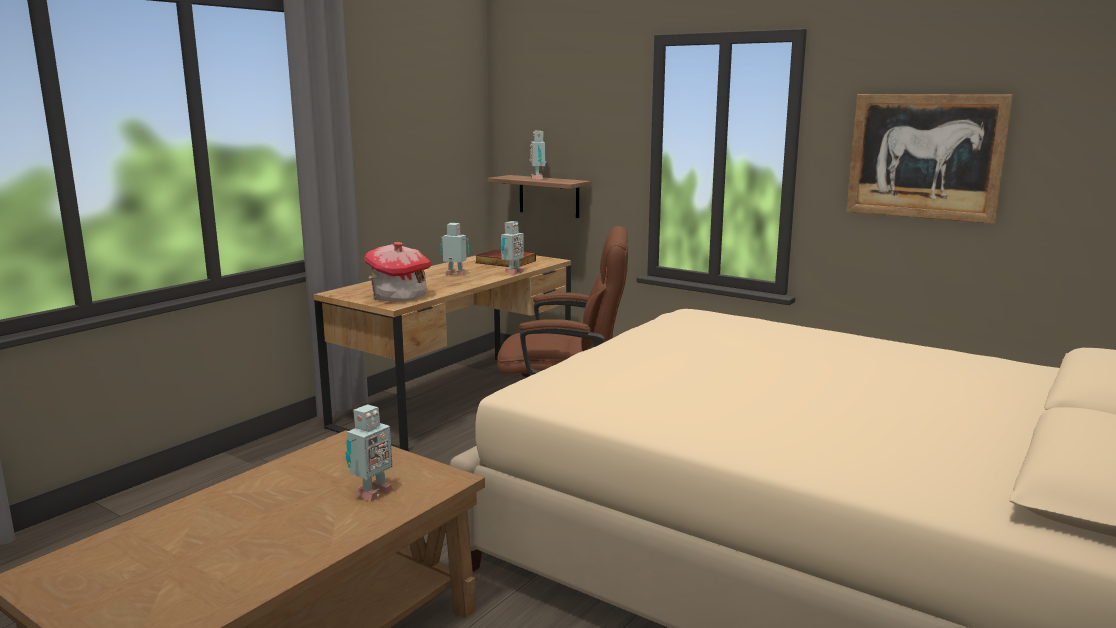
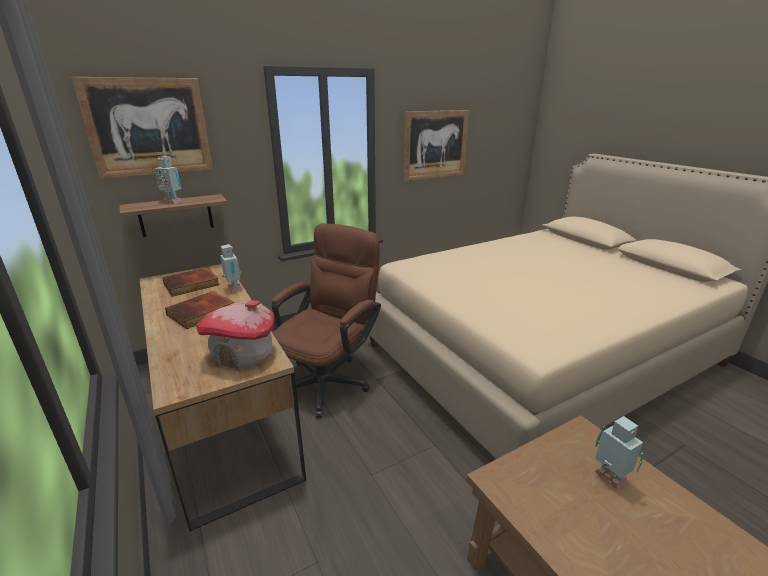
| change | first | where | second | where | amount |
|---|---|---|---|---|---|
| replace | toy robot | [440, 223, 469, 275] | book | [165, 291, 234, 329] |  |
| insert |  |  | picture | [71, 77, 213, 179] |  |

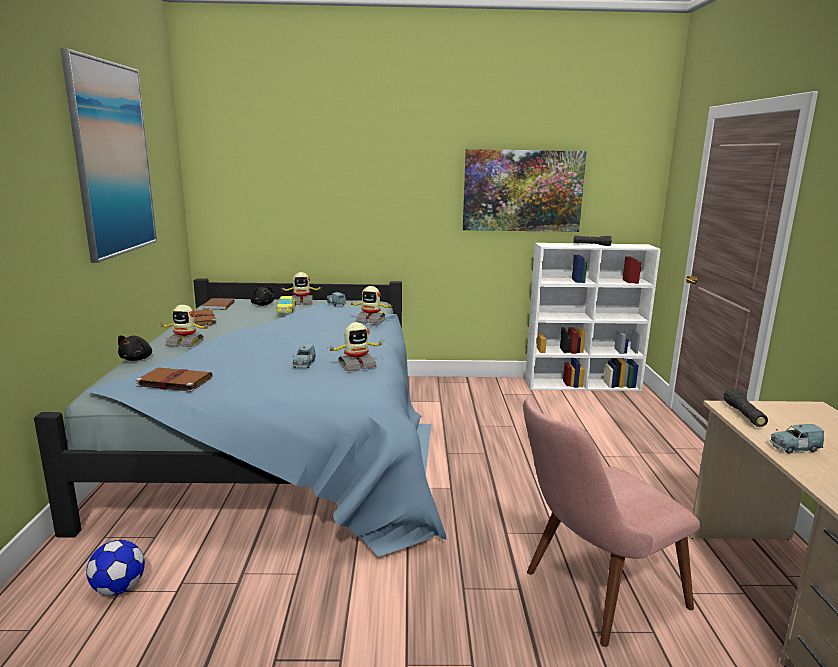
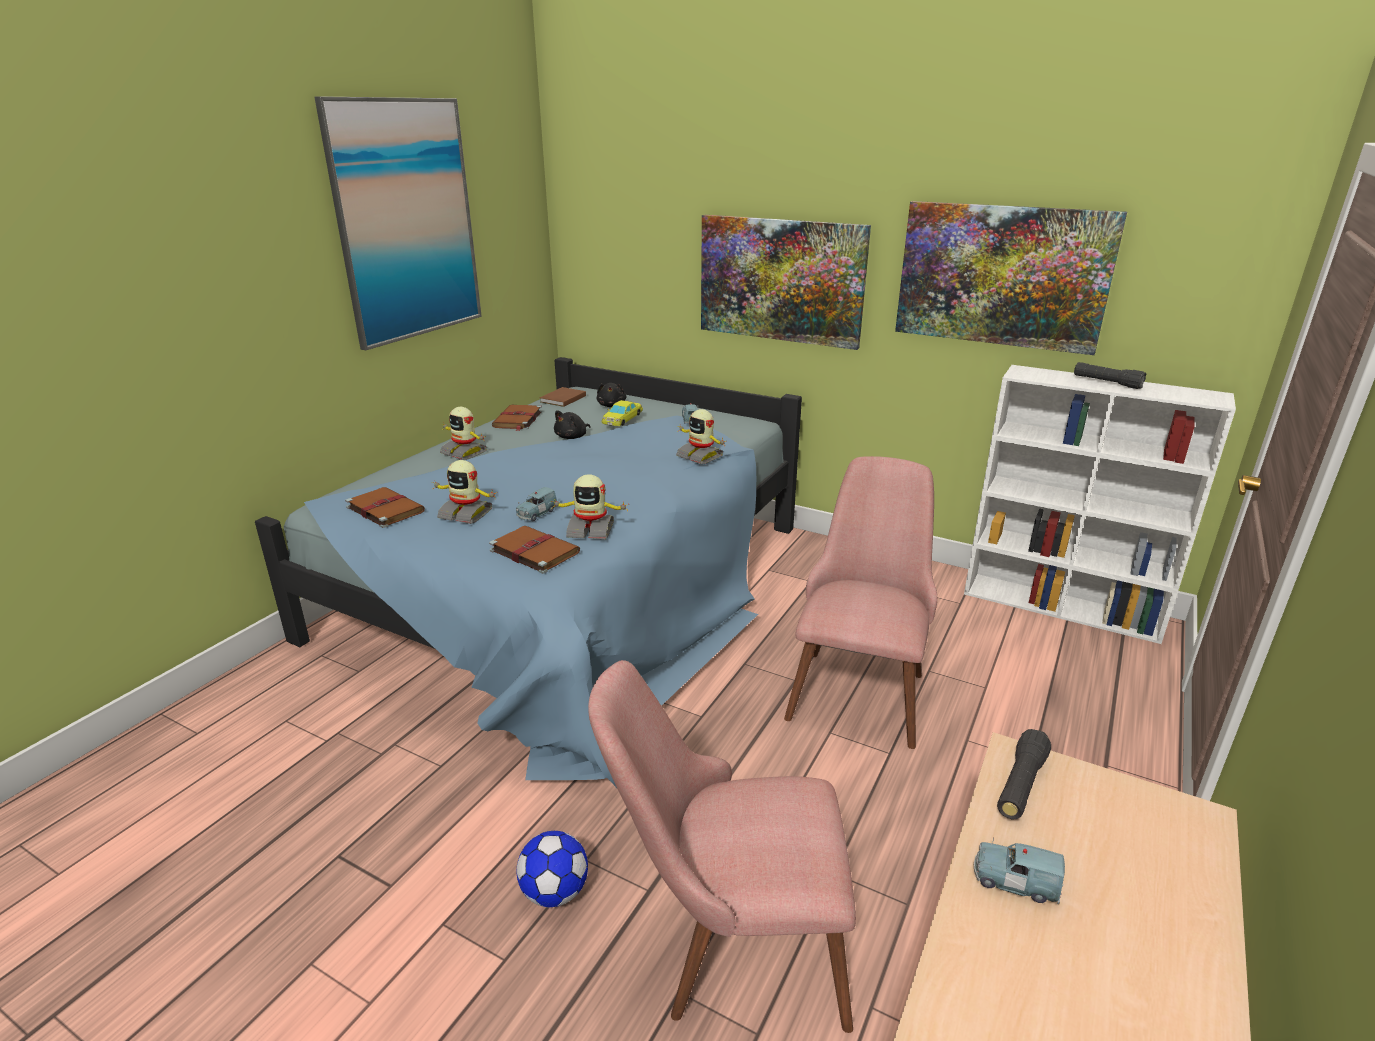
| change | first | where | second | where | amount |
|---|---|---|---|---|---|
| move | toy robot | [280, 272, 322, 305] |  | [433, 460, 498, 524] |  |
| move | black plush toy | [118, 335, 152, 361] |  | [554, 410, 590, 439] |  |
| move | football | [86, 540, 145, 596] |  | [517, 831, 588, 907] |  |
| insert |  |  | picture | [701, 215, 871, 350] |  |
| insert |  |  | pink chair | [784, 456, 937, 749] |  |
| insert |  |  | brown book | [489, 526, 580, 574] |  |

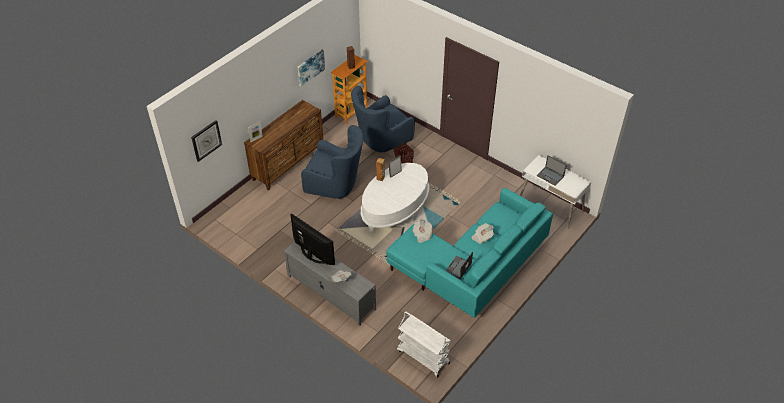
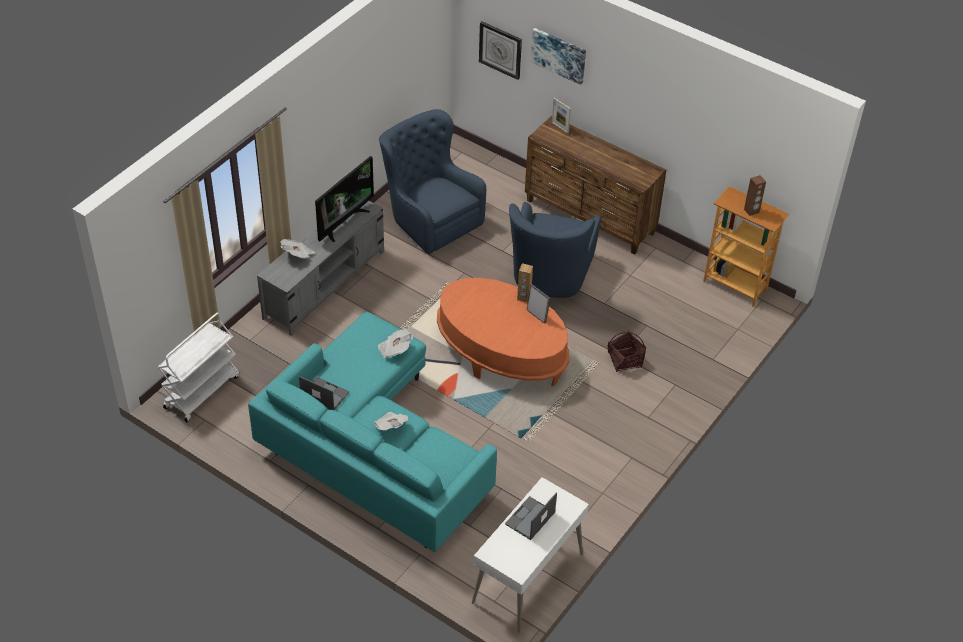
| change | first | where | second | where | amount |
|---|---|---|---|---|---|
| move | picture | [297, 50, 325, 86] |  | [531, 28, 586, 85] |  |
| move | blue armchair | [351, 86, 415, 153] |  | [379, 109, 486, 254] |  |
| recolor | white coffee table | [361, 163, 429, 233] | orange coffee table | [437, 278, 569, 387] |  |

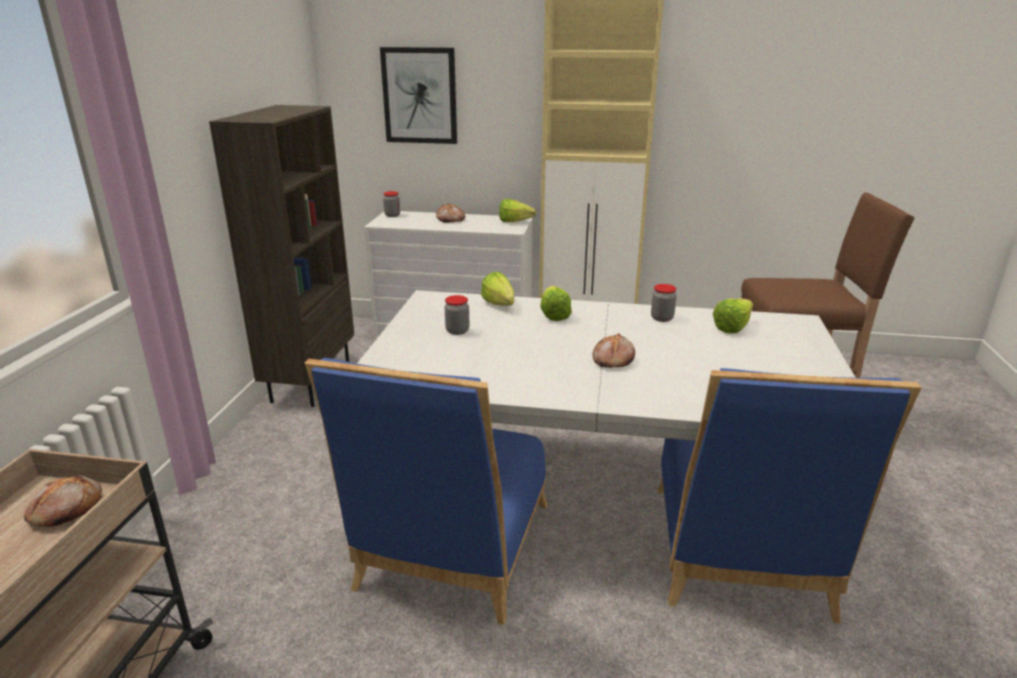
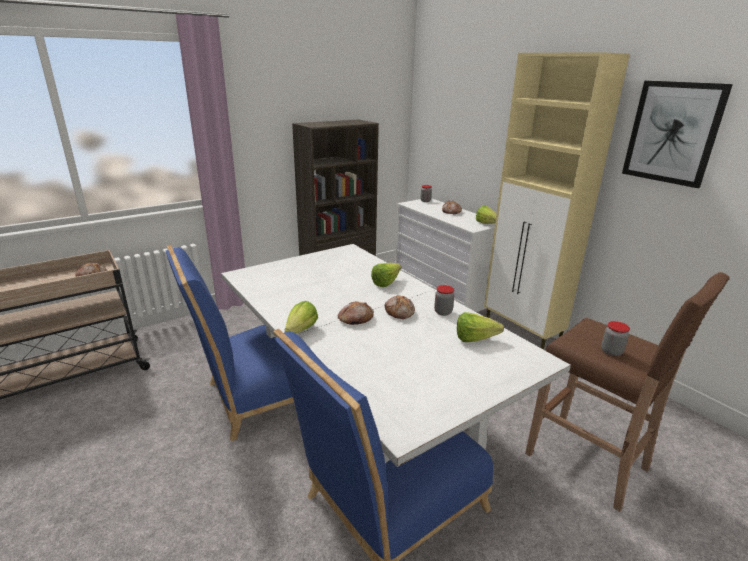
| change | first | where | second | where | amount |
|---|---|---|---|---|---|
| move | picture | [380, 47, 457, 144] |  | [622, 81, 733, 188] |  |
| move | lettuce | [481, 272, 514, 306] |  | [285, 301, 318, 333] |  |
| move | jar | [445, 295, 469, 335] |  | [601, 321, 630, 356] |  |
| insert |  |  | bread | [385, 295, 415, 319] |  |

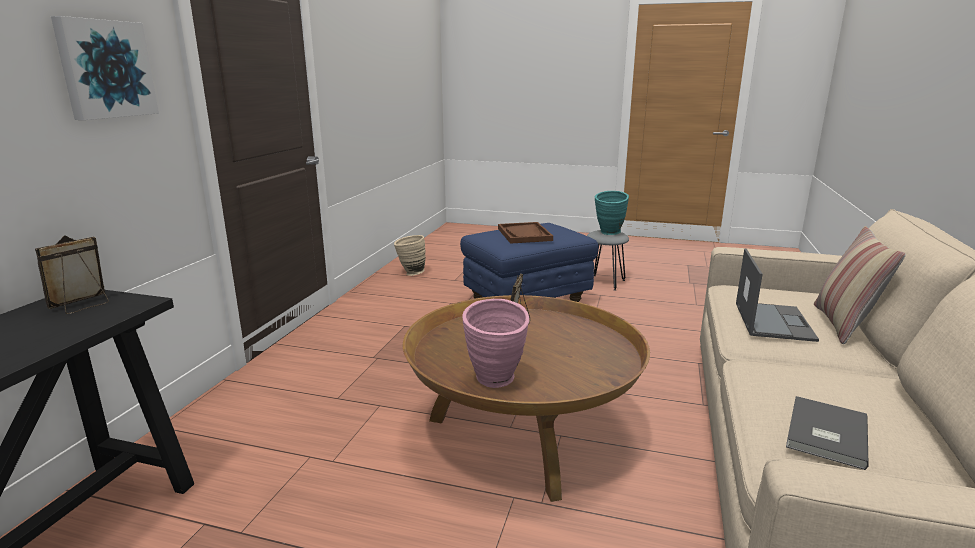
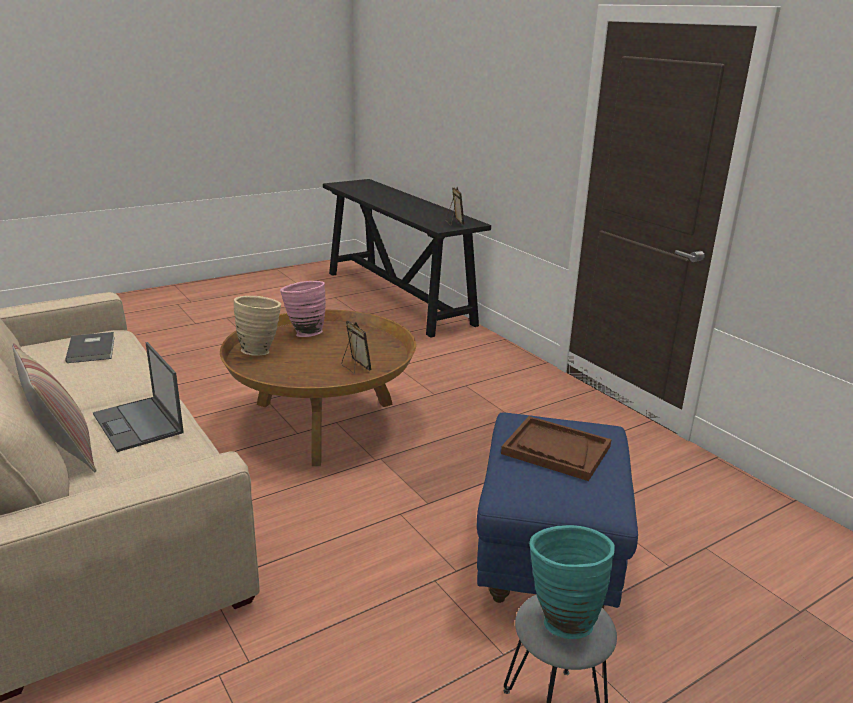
| change | first | where | second | where | amount |
|---|---|---|---|---|---|
| delete | picture | [51, 16, 159, 120] |  |  |  |
| move | beige vase | [394, 235, 426, 276] |  | [234, 296, 281, 356] |  |

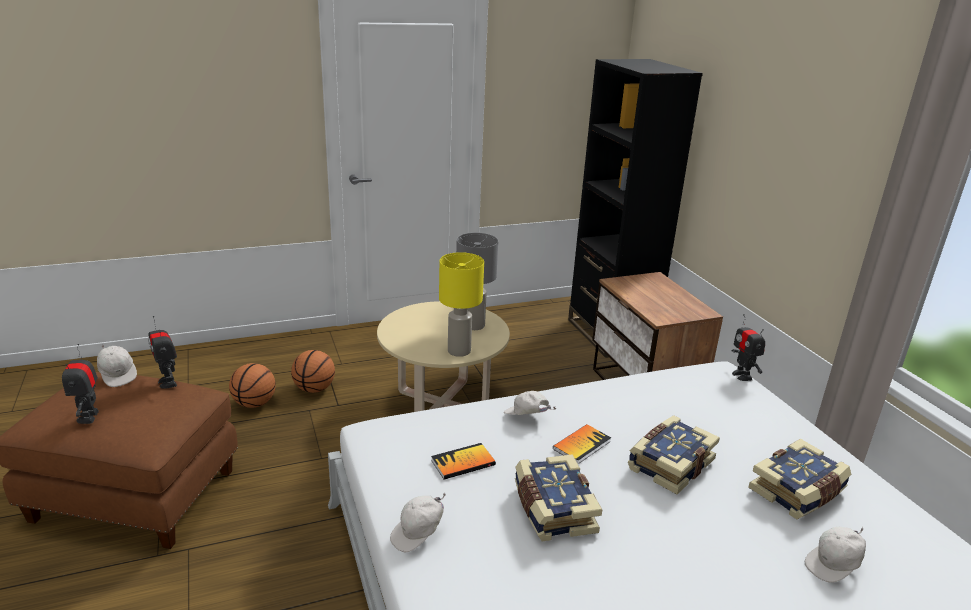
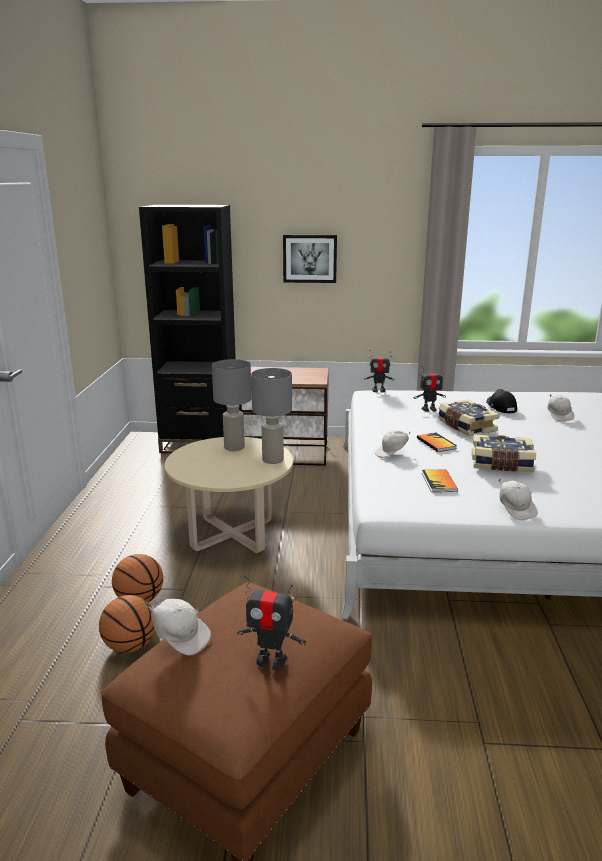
| change | first | where | second | where | amount |
|---|---|---|---|---|---|
| recolor | yellow table lamp | [439, 252, 484, 357] | grey table lamp | [251, 368, 292, 464] |  |
| move | toy robot | [148, 316, 177, 389] |  | [414, 366, 446, 412] |  |
| rotate | white cap | [97, 344, 137, 387] |  | [144, 599, 211, 655] | 45 degrees clockwise |
| replace | book | [748, 439, 851, 519] | black cap | [486, 389, 517, 413] |  |
| insert |  |  | picture | [283, 235, 337, 283] |  |

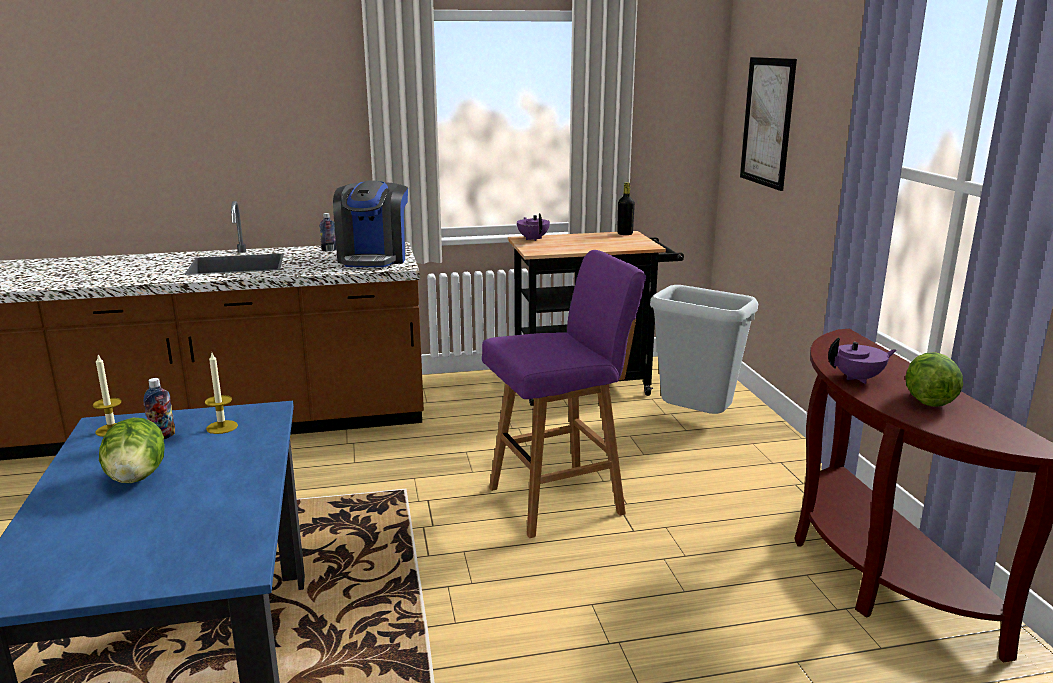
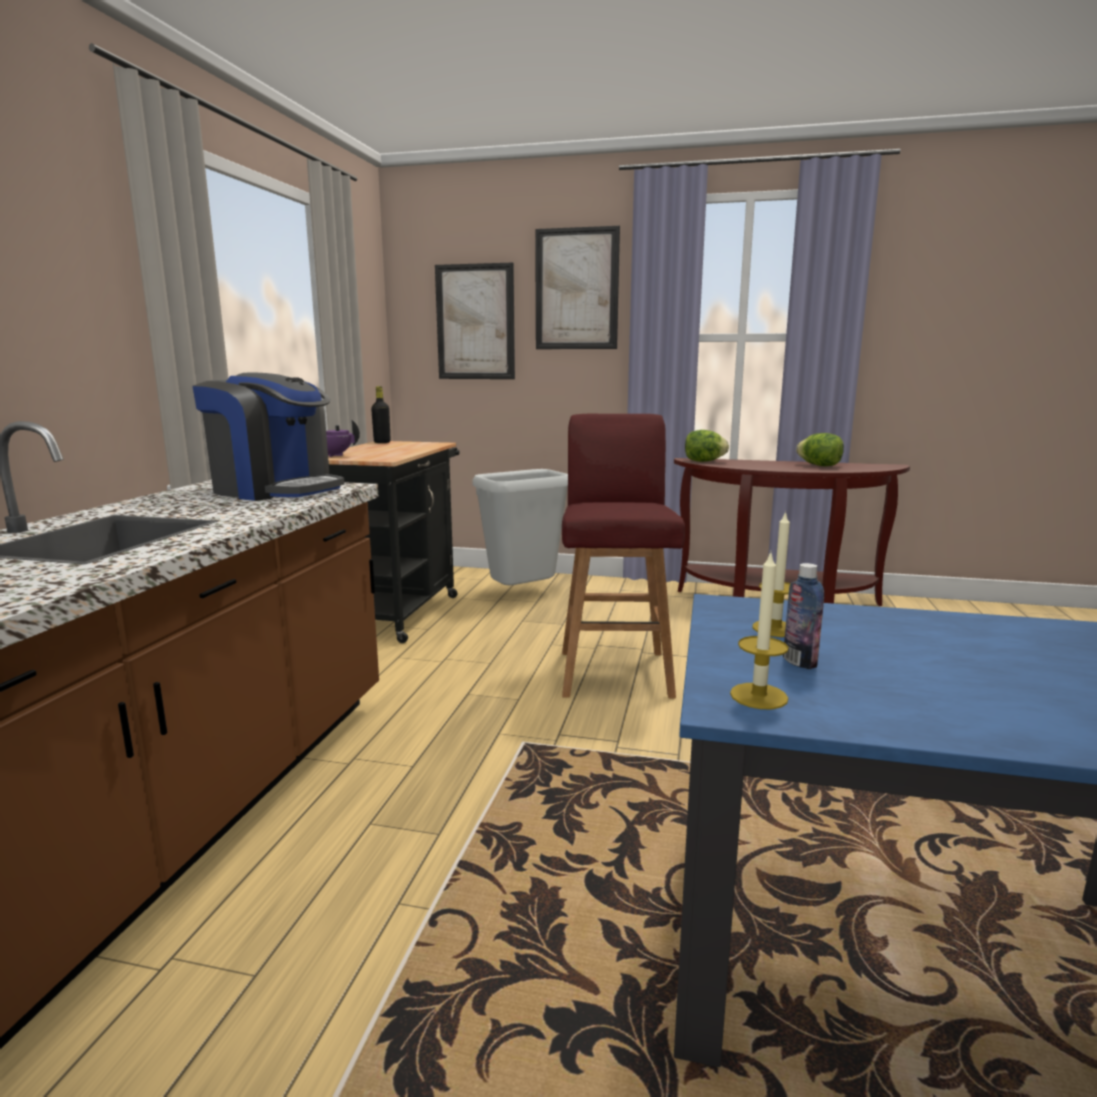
| change | first | where | second | where | amount |
|---|---|---|---|---|---|
| delete | bottle | [320, 213, 336, 251] |  |  |  |
| recolor | purple stool | [482, 250, 646, 538] | red stool | [562, 414, 685, 698] |  |
| delete | purple teapot | [828, 338, 897, 384] |  |  |  |
| move | lettuce | [99, 418, 165, 483] |  | [685, 430, 729, 462] |  |
| insert |  |  | picture | [535, 226, 620, 349] |  |

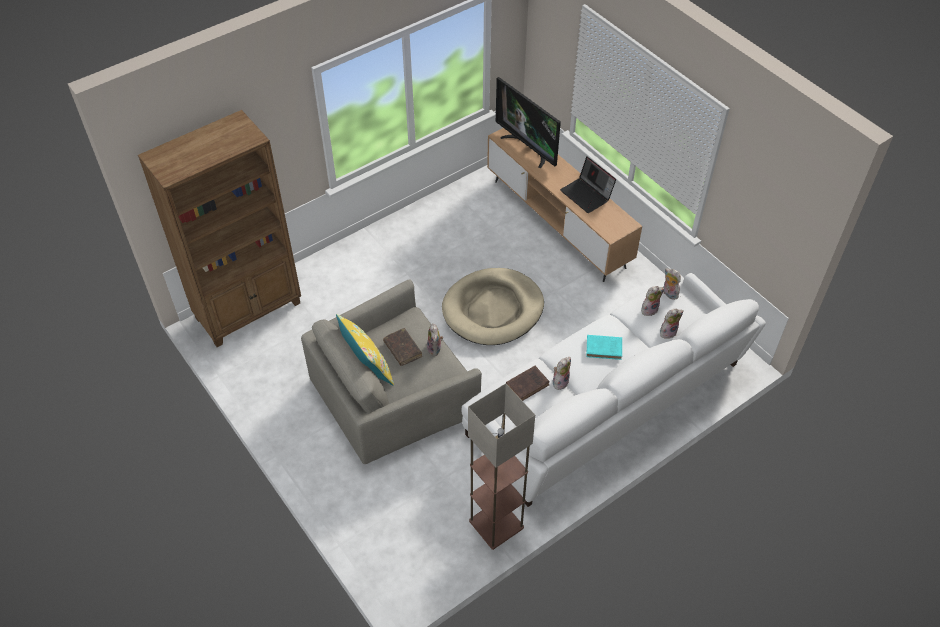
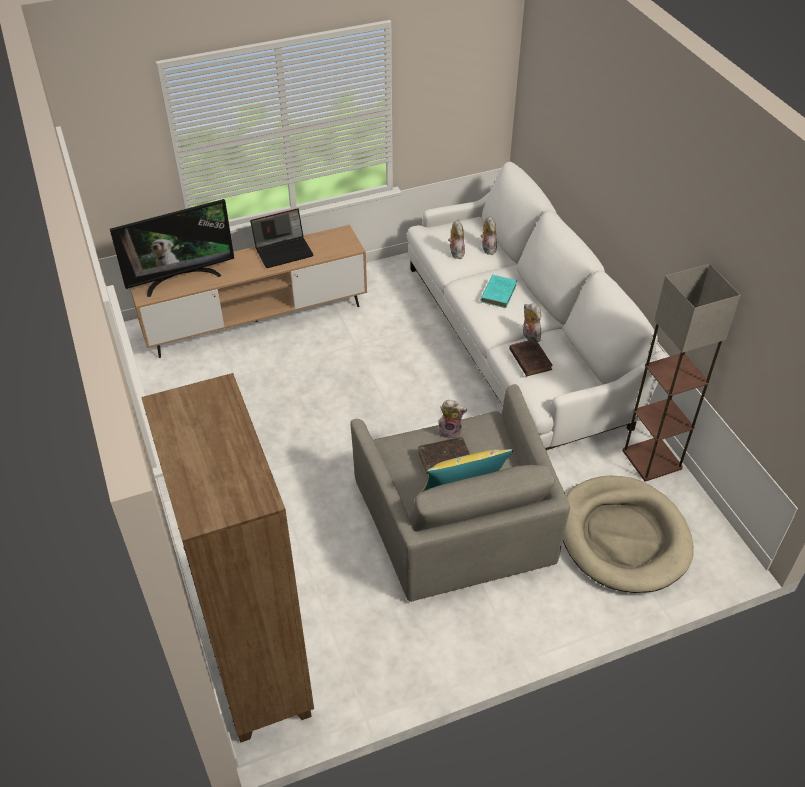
| change | first | where | second | where | amount |
|---|---|---|---|---|---|
| move | beige dog bed | [442, 268, 544, 345] |  | [563, 476, 694, 593] |  |
| delete | plush toy | [663, 268, 681, 300] |  |  |  |

